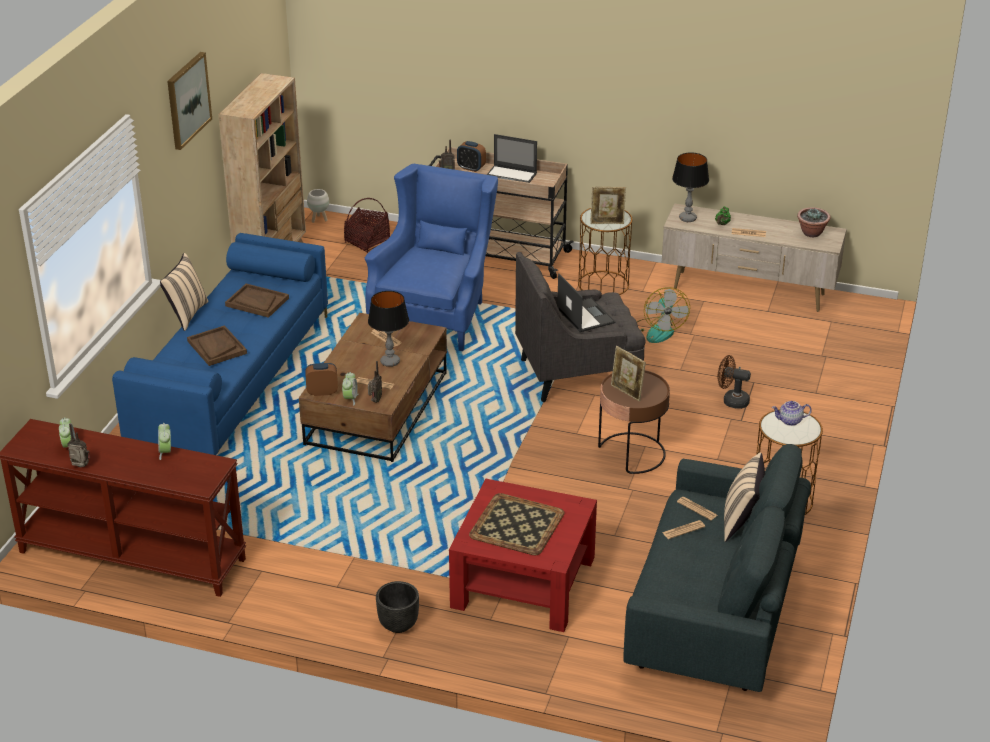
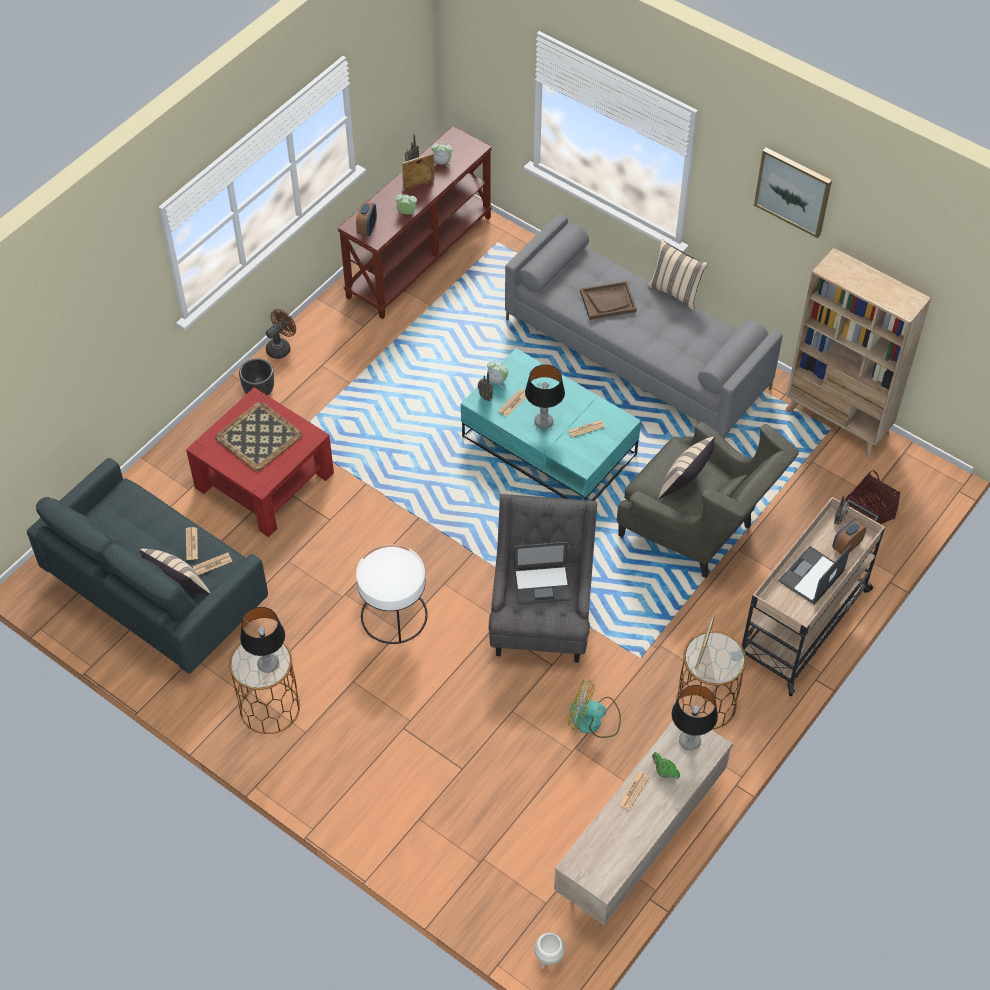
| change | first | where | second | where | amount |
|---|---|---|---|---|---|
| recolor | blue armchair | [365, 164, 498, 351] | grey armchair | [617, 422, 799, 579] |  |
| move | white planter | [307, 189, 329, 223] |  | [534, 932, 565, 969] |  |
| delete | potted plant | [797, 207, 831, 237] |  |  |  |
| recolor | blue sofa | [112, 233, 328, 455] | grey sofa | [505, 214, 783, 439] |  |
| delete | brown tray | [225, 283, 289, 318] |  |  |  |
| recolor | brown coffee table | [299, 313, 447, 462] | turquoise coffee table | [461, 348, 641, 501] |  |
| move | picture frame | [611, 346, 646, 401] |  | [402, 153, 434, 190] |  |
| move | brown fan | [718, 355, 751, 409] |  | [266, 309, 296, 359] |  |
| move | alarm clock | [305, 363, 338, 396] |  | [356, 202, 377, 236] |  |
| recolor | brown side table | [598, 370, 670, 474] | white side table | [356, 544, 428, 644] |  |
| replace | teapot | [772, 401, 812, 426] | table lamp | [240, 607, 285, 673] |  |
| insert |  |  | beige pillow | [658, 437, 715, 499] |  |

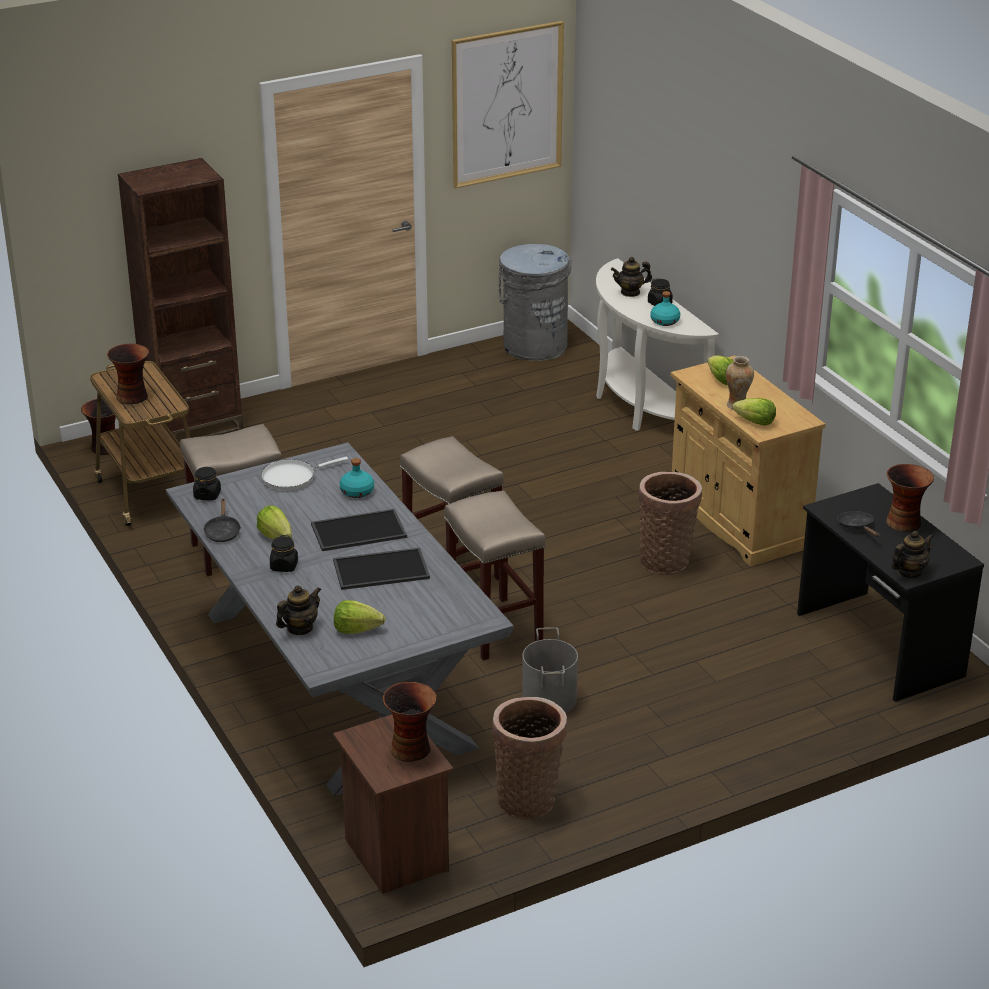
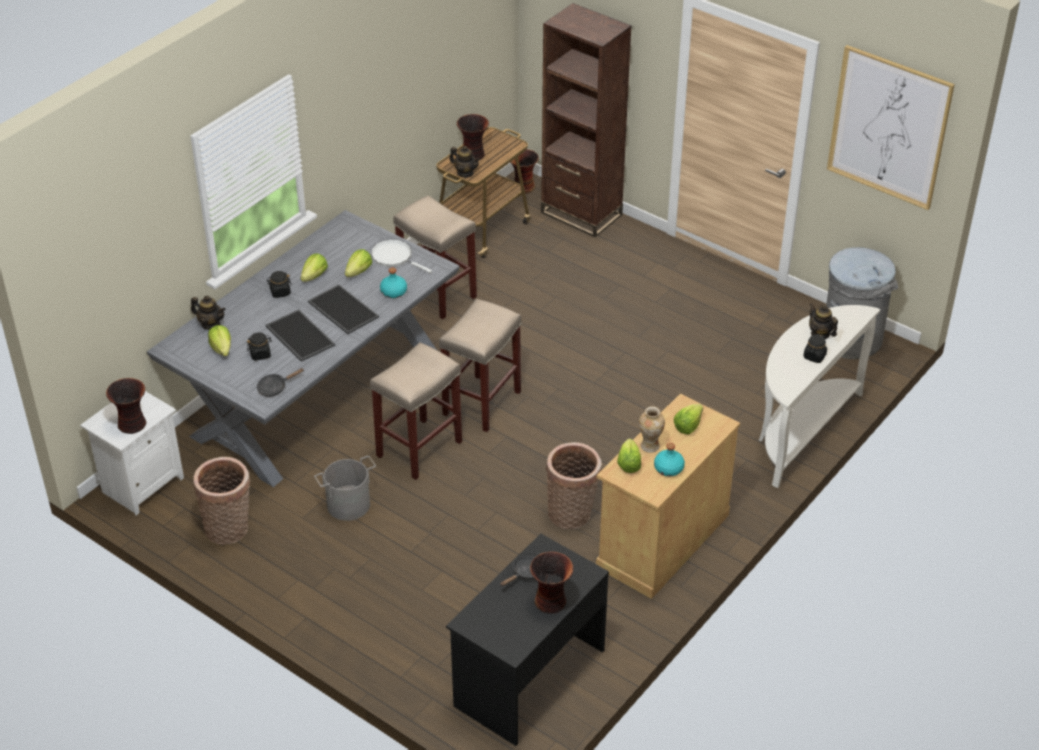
| change | first | where | second | where | amount |
|---|---|---|---|---|---|
| move | turquoise bottle | [650, 291, 680, 326] |  | [654, 443, 685, 476] |  |
| move | black jar | [193, 467, 221, 500] |  | [247, 332, 272, 360] |  |
| move | black frying pan | [203, 499, 241, 542] |  | [257, 368, 304, 397] |  |
| move | teapot | [891, 531, 934, 578] |  | [449, 146, 480, 177] |  |
| recolor | brown nightstand | [333, 715, 453, 894] | white nightstand | [80, 391, 184, 516] |  |
| insert |  |  | lettuce | [345, 249, 372, 277] |  |

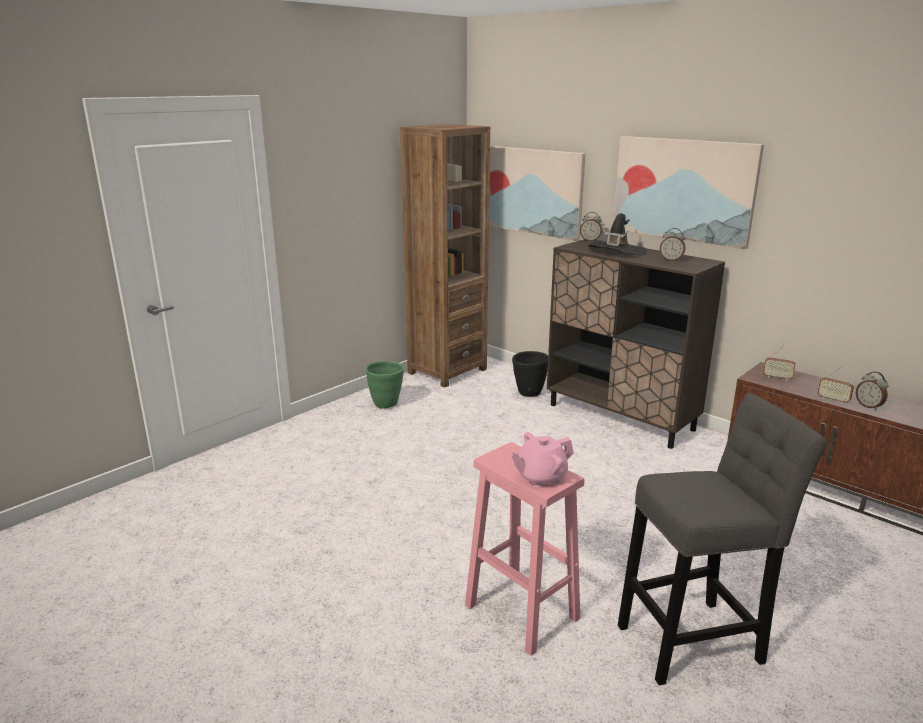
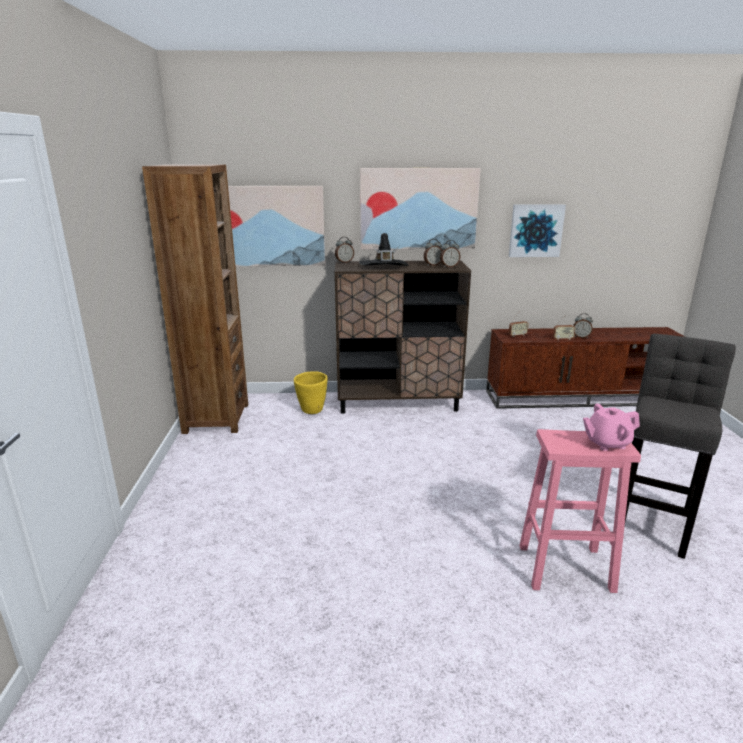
| change | first | where | second | where | amount |
|---|---|---|---|---|---|
| recolor | black planter | [512, 351, 548, 397] | yellow planter | [294, 371, 328, 414] |  |
| delete | green planter | [366, 361, 404, 409] |  |  |  |
| rotate | pink teapot | [511, 432, 574, 488] |  | [583, 404, 640, 451] | 60 degrees clockwise |
| insert |  |  | picture | [509, 204, 566, 257] |  |
| insert |  |  | alarm clock | [440, 240, 461, 268] |  |

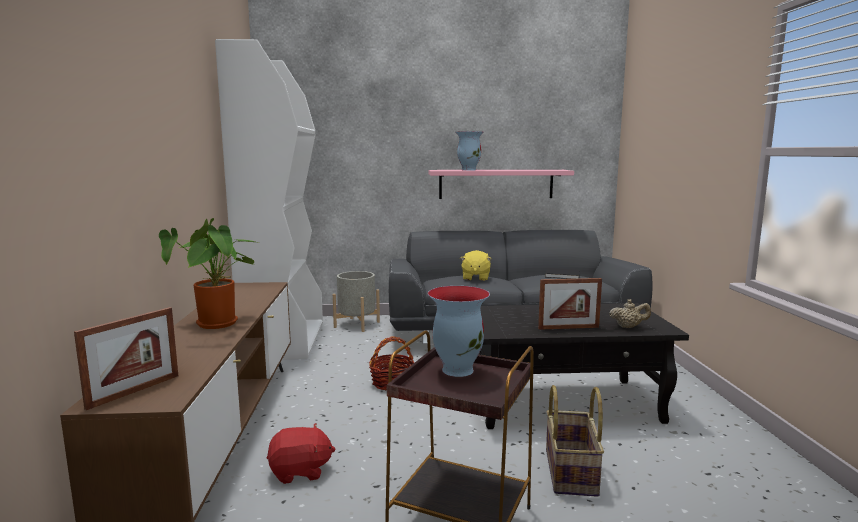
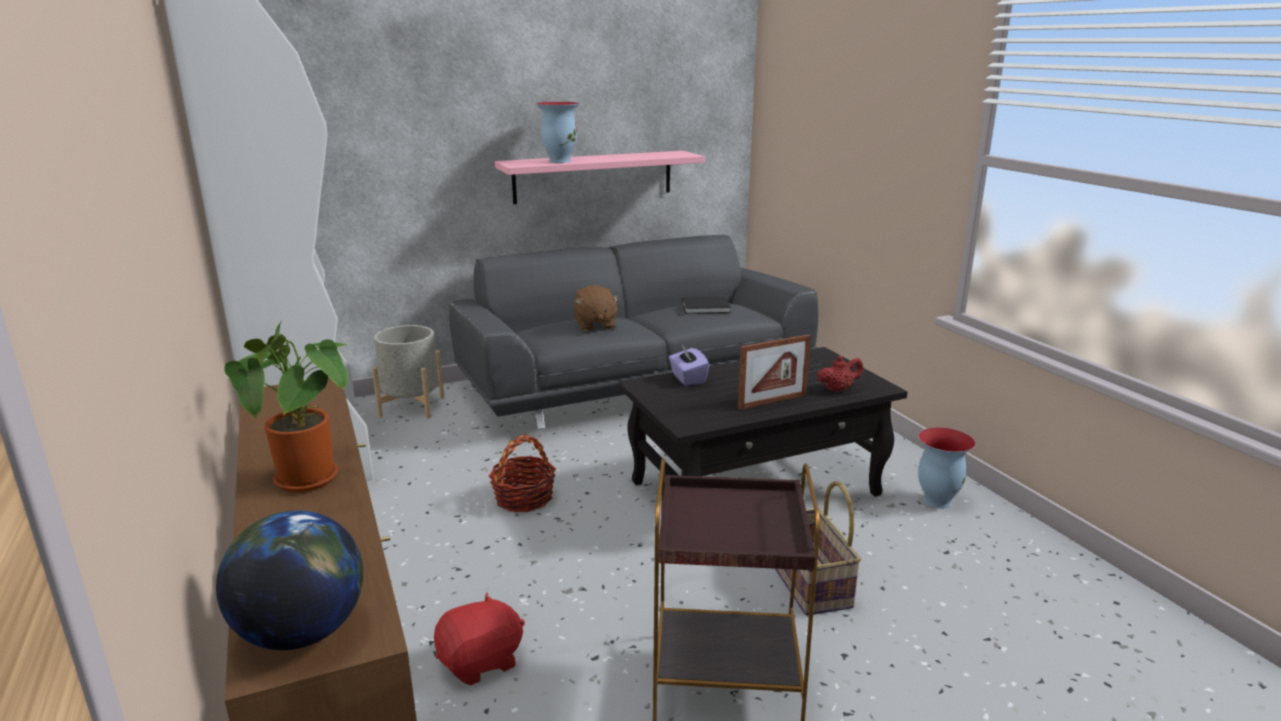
| change | first | where | second | where | amount |
|---|---|---|---|---|---|
| recolor | yellow plush toy | [460, 250, 492, 281] | brown plush toy | [574, 285, 620, 331] |  |
| move | vase | [428, 286, 490, 377] |  | [918, 427, 976, 509] |  |
| recolor | beige teapot | [609, 299, 651, 328] | red teapot | [817, 356, 863, 392] |  |
| replace | picture frame | [74, 307, 178, 410] | globe | [216, 510, 363, 650] |  |
| insert |  |  | purple tissue box | [669, 345, 709, 386] |  |

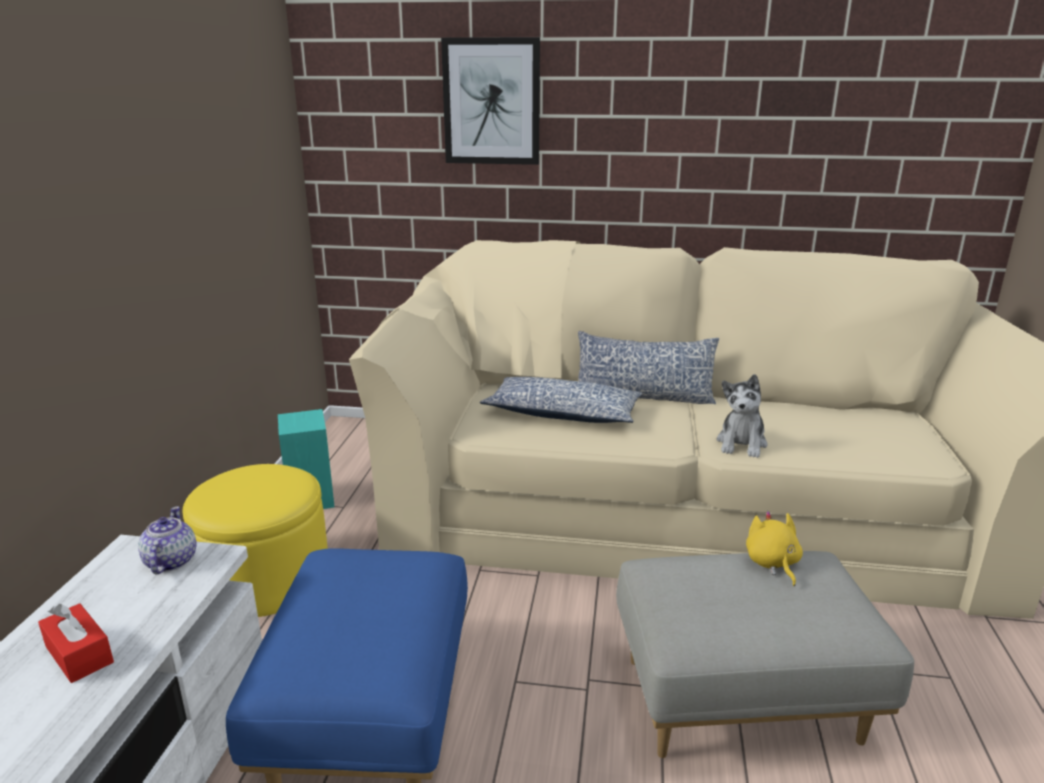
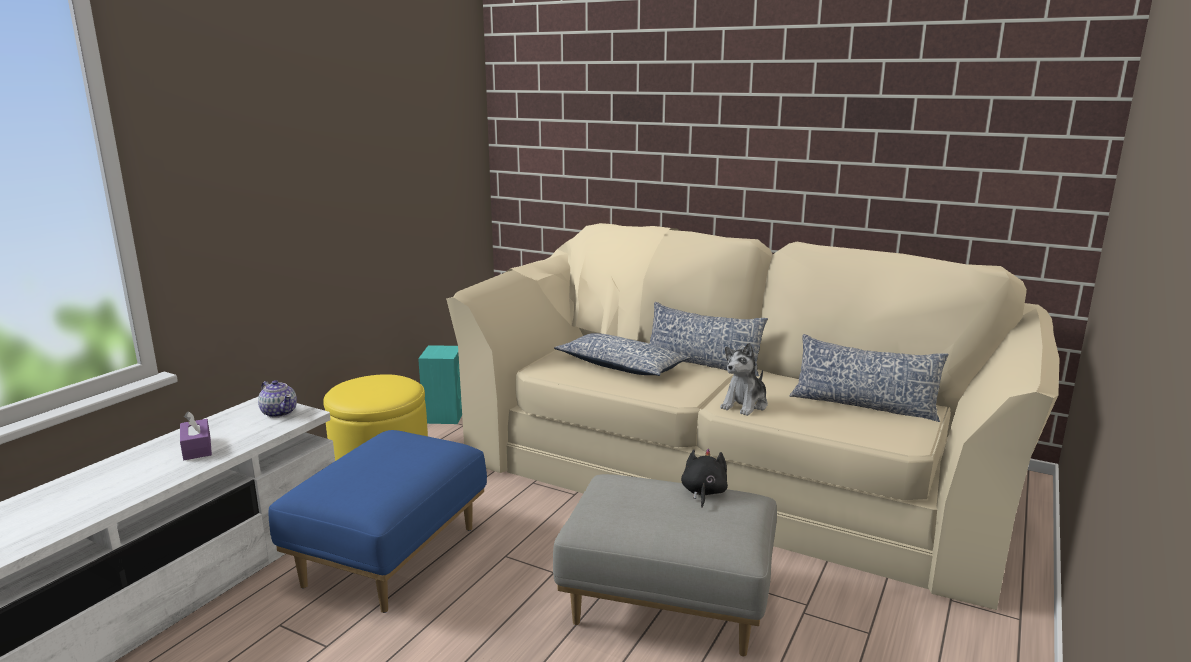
| change | first | where | second | where | amount |
|---|---|---|---|---|---|
| delete | picture | [441, 37, 540, 165] |  |  |  |
| rotate | teapot | [138, 506, 197, 575] |  | [258, 380, 297, 418] | 120 degrees clockwise |
| recolor | yellow plush toy | [746, 511, 803, 586] | black plush toy | [681, 449, 728, 508] |  |
| recolor | red tissue box | [38, 603, 114, 683] | purple tissue box | [180, 411, 212, 460] |  |
| insert |  |  | pillow | [790, 334, 949, 422] |  |

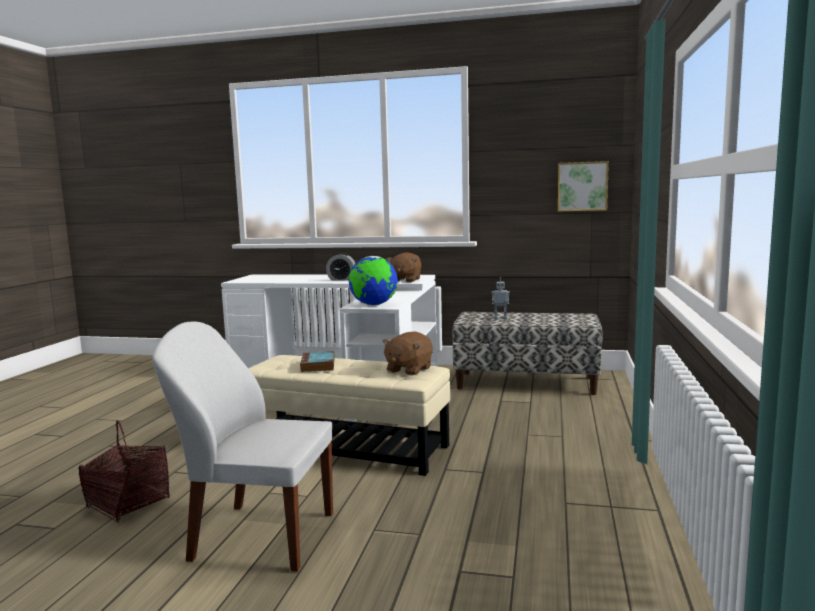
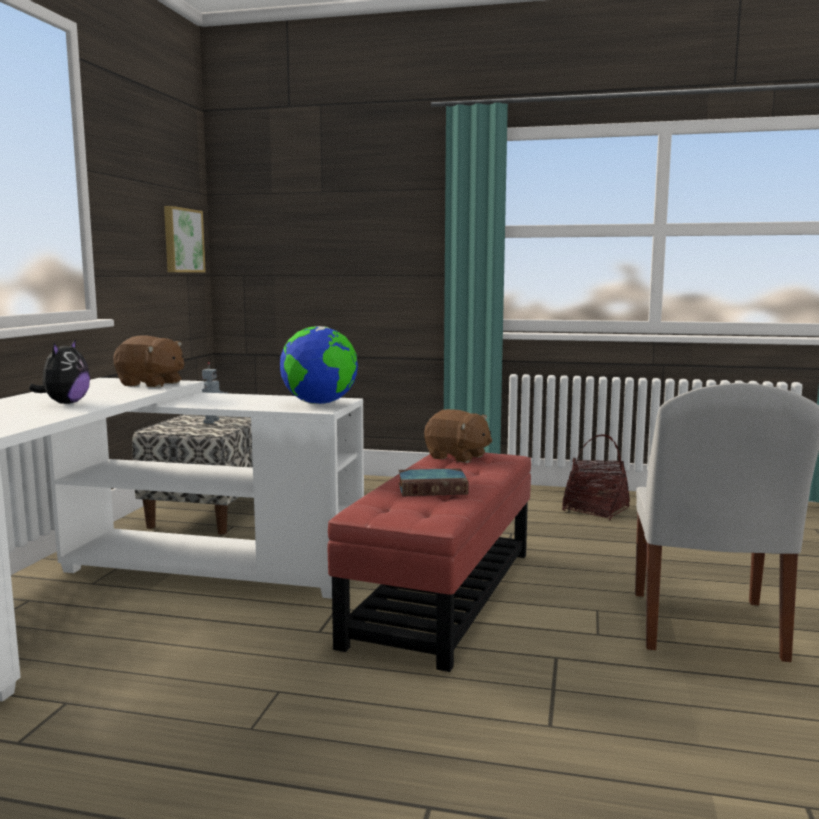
| change | first | where | second | where | amount |
|---|---|---|---|---|---|
| replace | alarm clock | [326, 253, 355, 280] | plush toy | [29, 340, 90, 404] |  |
| recolor | beige ottoman | [248, 355, 450, 476] | red ottoman | [327, 453, 531, 672] |  |
| move | basket | [78, 420, 170, 522] |  | [562, 434, 630, 520] |  |

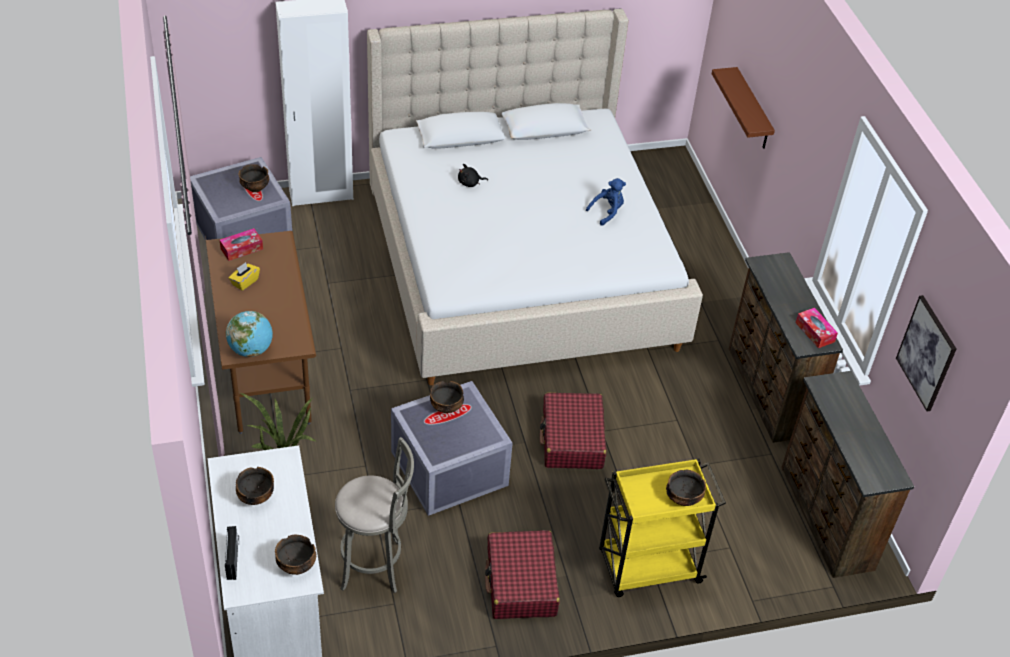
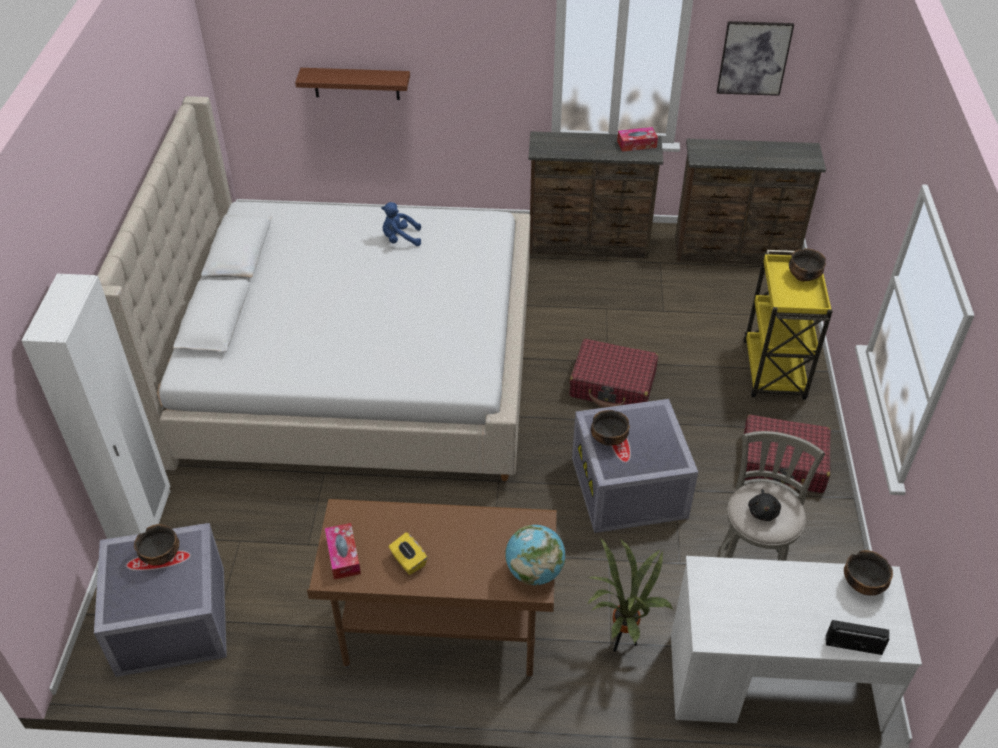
| change | first | where | second | where | amount |
|---|---|---|---|---|---|
| move | black plush toy | [458, 164, 488, 187] |  | [748, 489, 781, 521] |  |
| rotate | blue plush toy | [586, 178, 626, 226] |  | [381, 202, 421, 246] | 75 degrees counterclockwise |
| delete | bowl | [236, 467, 274, 505] |  |  |  |

